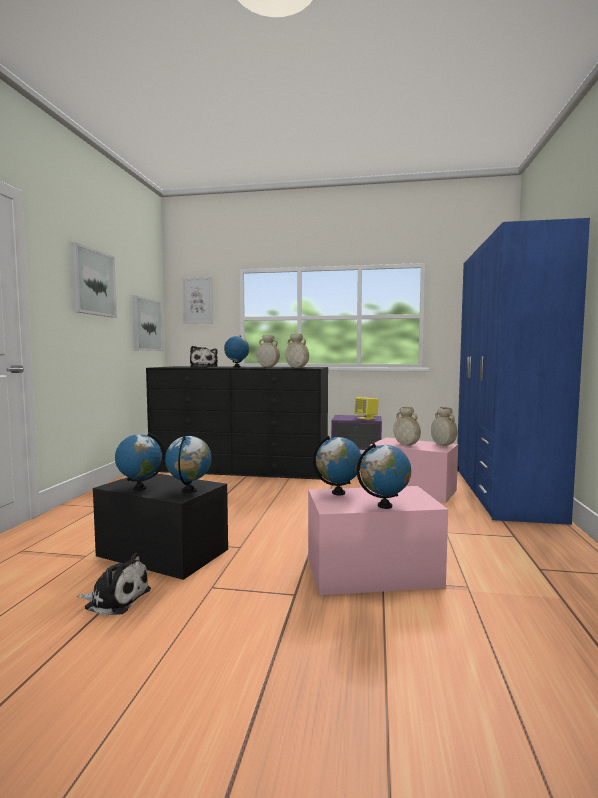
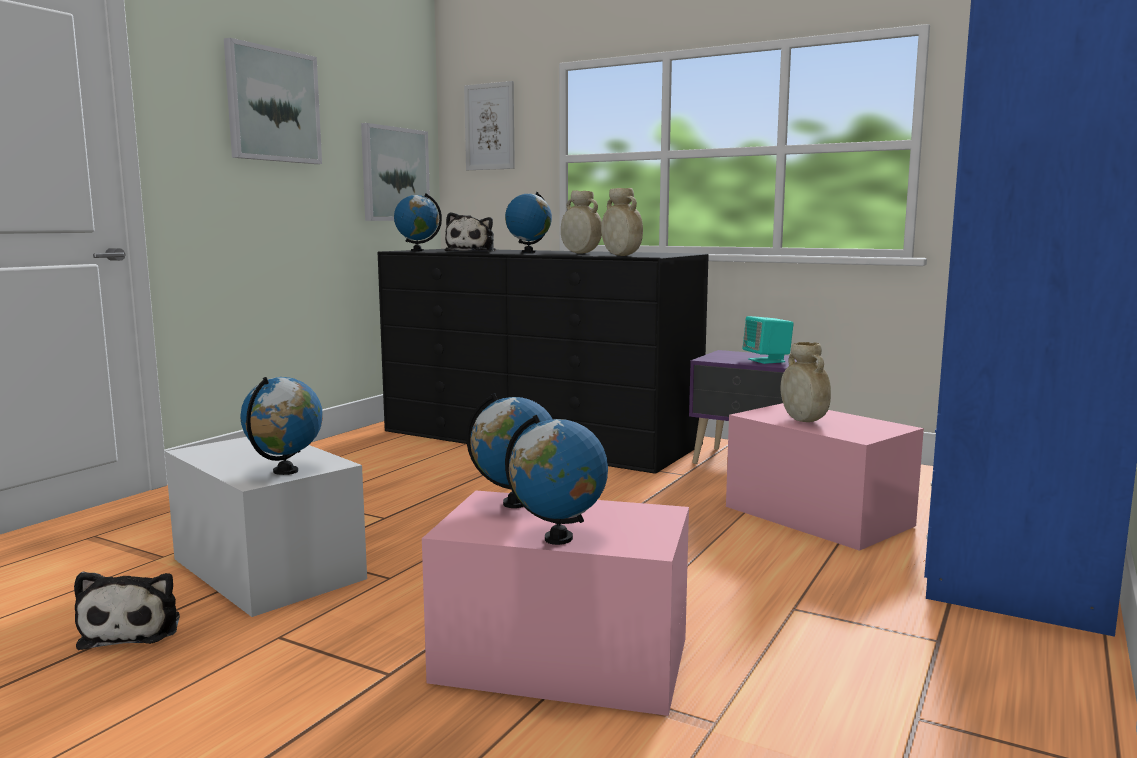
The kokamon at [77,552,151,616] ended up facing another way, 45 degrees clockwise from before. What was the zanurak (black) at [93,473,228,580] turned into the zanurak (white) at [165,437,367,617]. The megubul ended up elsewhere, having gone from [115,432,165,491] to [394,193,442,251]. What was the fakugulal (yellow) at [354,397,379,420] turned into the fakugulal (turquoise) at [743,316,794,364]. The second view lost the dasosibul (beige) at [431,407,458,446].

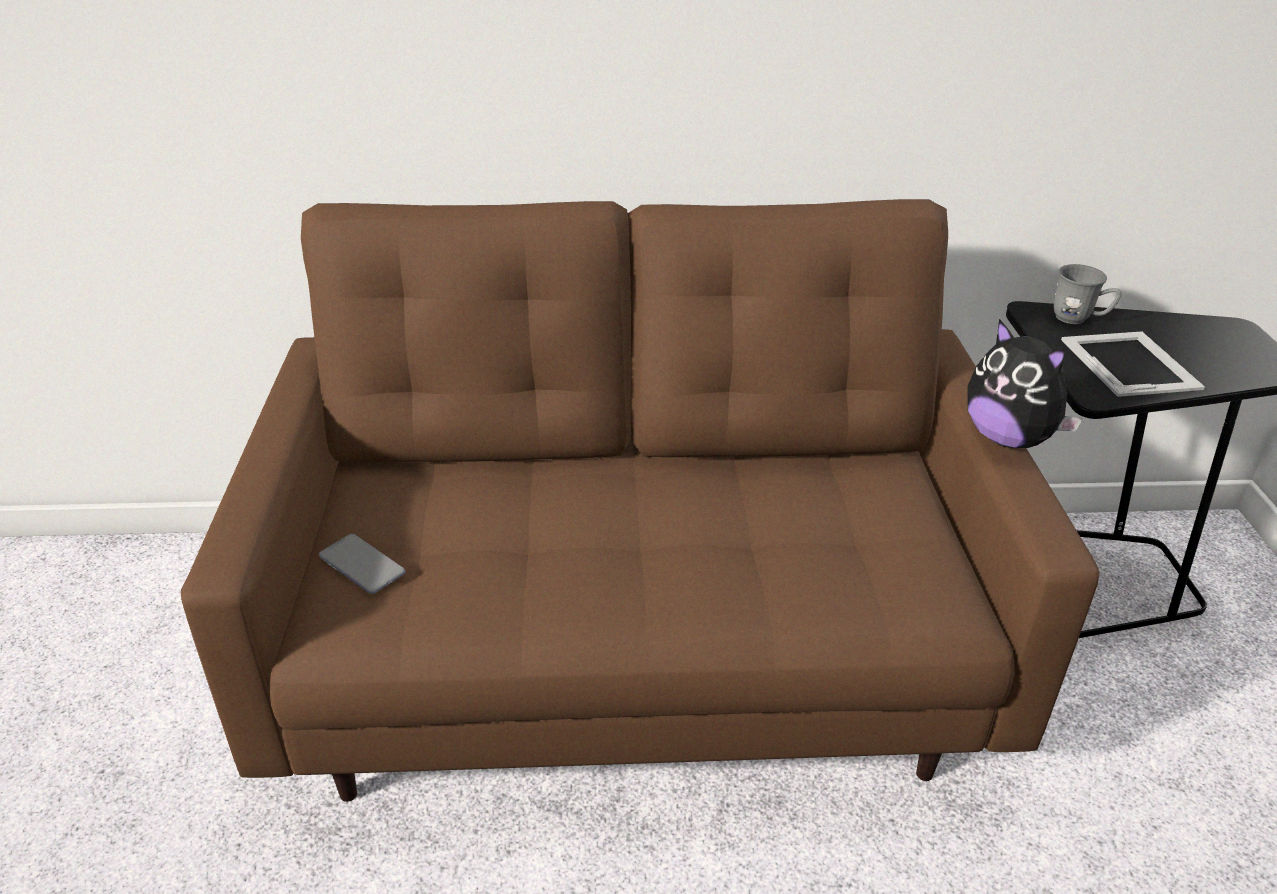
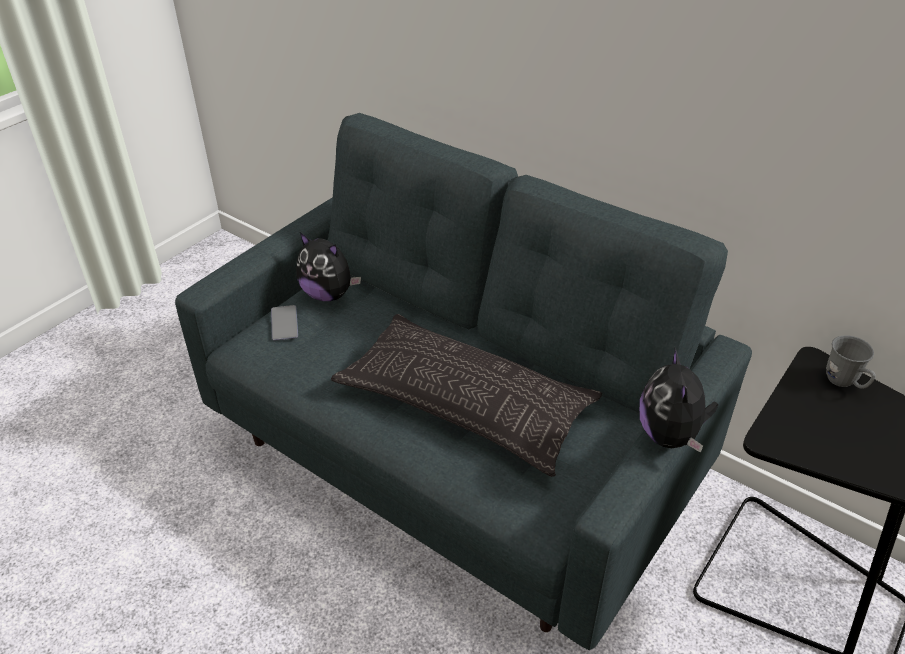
What was the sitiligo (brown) at [181,199,1099,802] turned into the sitiligo (grey) at [175,113,752,650]. The second view lost the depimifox at [1061,331,1205,397]. The second view gained the kokamon at [296,233,361,301]. The second view gained the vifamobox at [331,314,602,477].

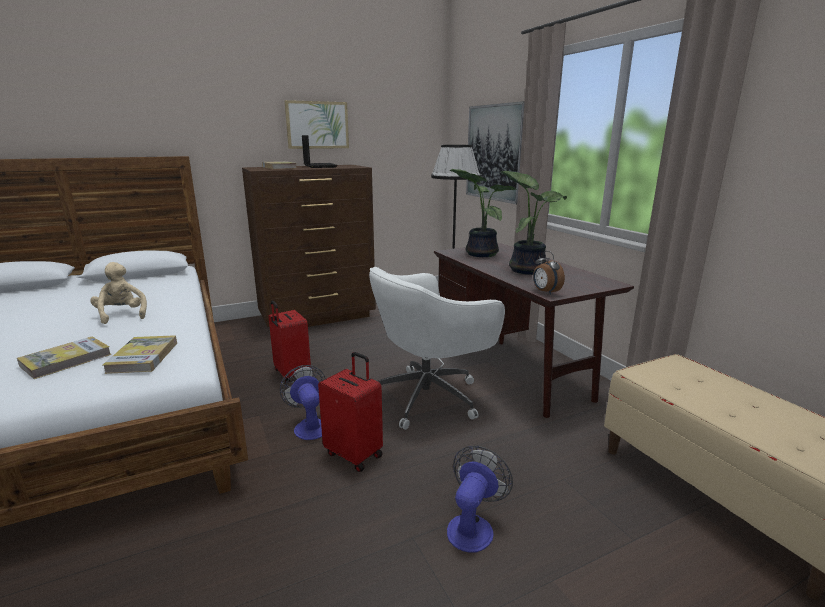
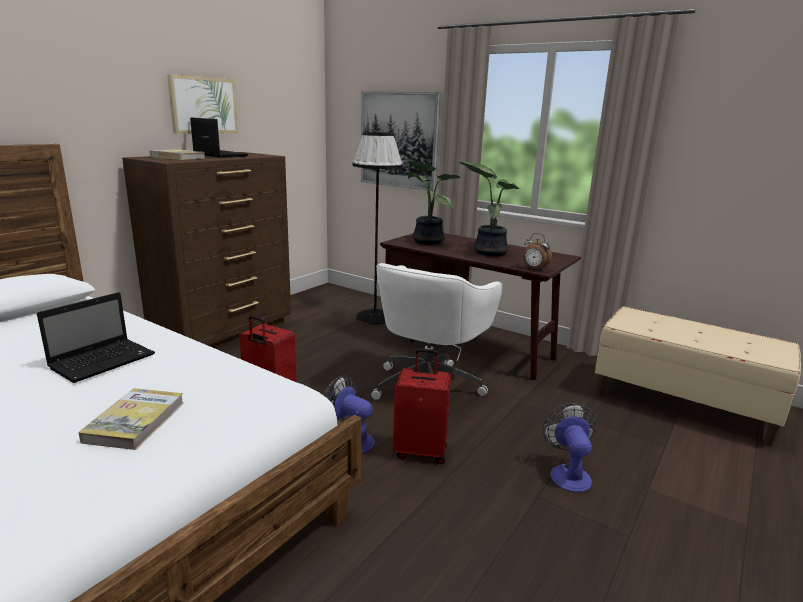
Where the kokamon (beige) stood at [90,262,147,324], the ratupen came to stand at [37,292,155,383]. The second view lost the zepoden at [103,335,177,374].

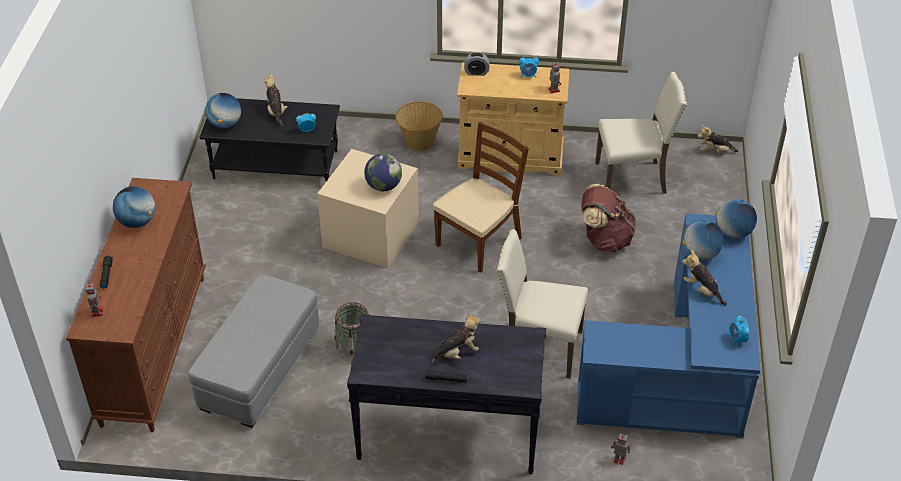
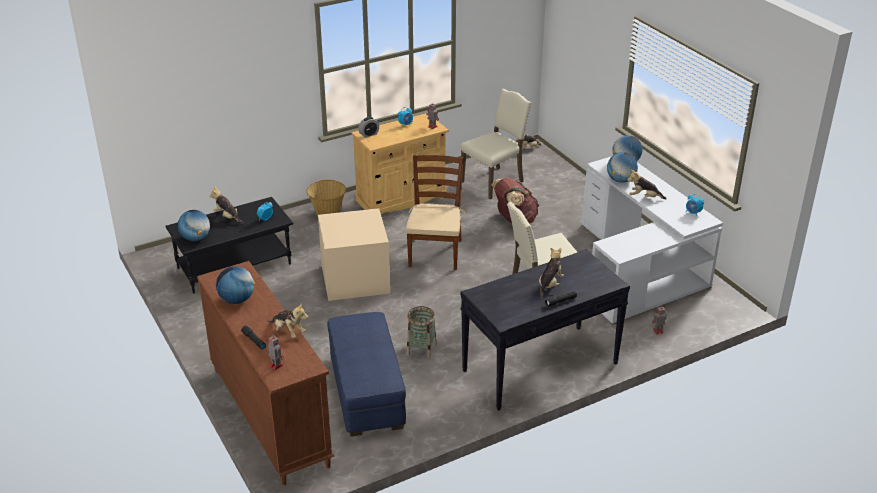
What was the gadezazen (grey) at [188,275,319,428] turned into the gadezazen (blue) at [327,312,406,437]. The second view lost the megubul at [364,154,402,191]. What was the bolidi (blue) at [576,213,761,438] turned into the bolidi (white) at [581,156,723,325]. The second view gained the kokamon at [269,303,308,338].

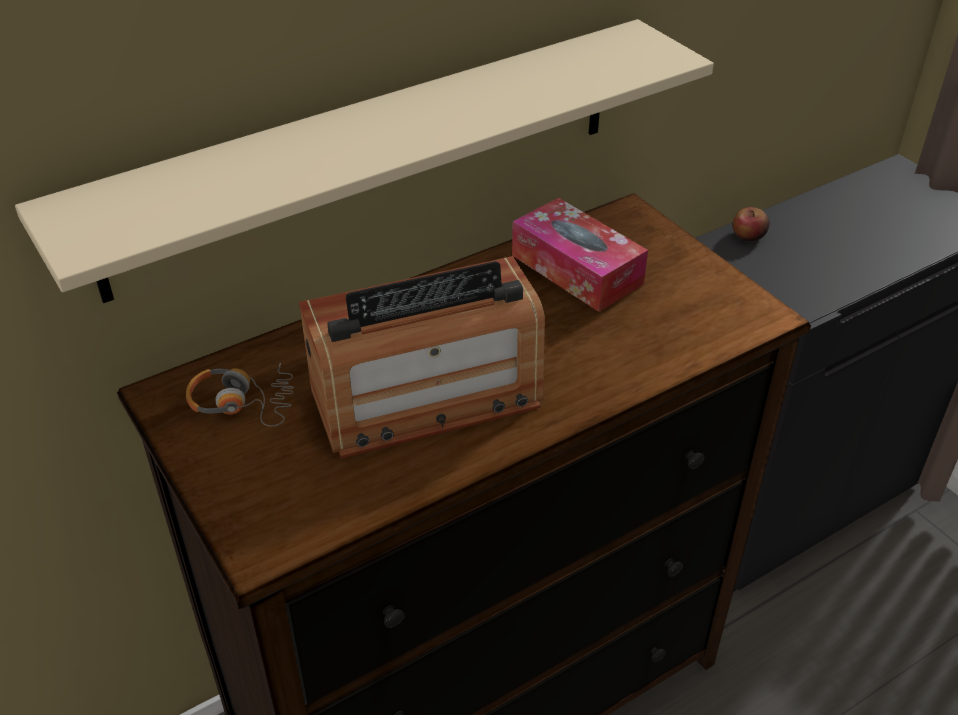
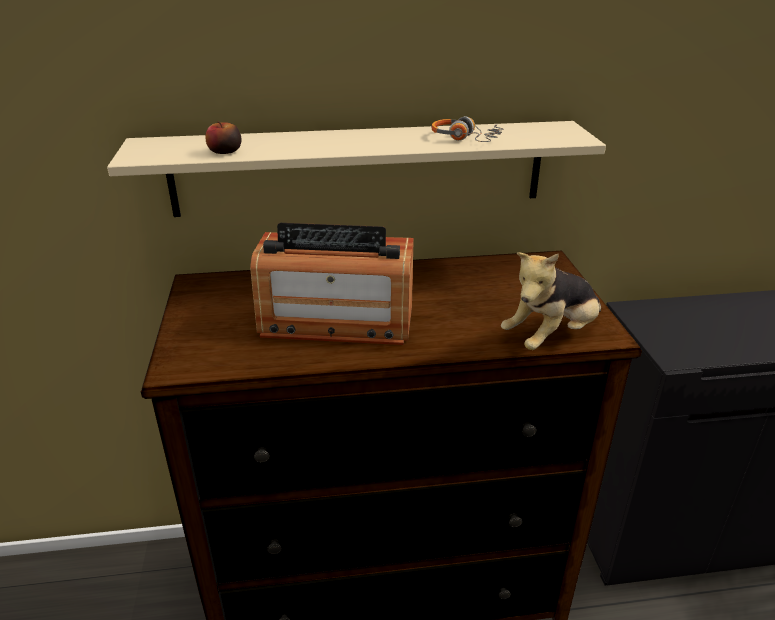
The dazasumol ended up elsewhere, having gone from [186,363,294,427] to [432,116,503,142]. The second view lost the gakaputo at [512,198,648,312]. The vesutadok ended up elsewhere, having gone from [733,207,770,241] to [205,121,242,154]. The second view gained the kokamon at [501,252,601,350].

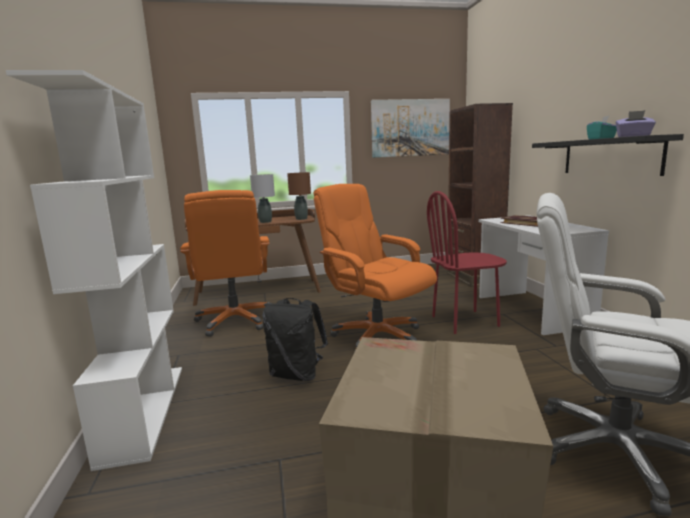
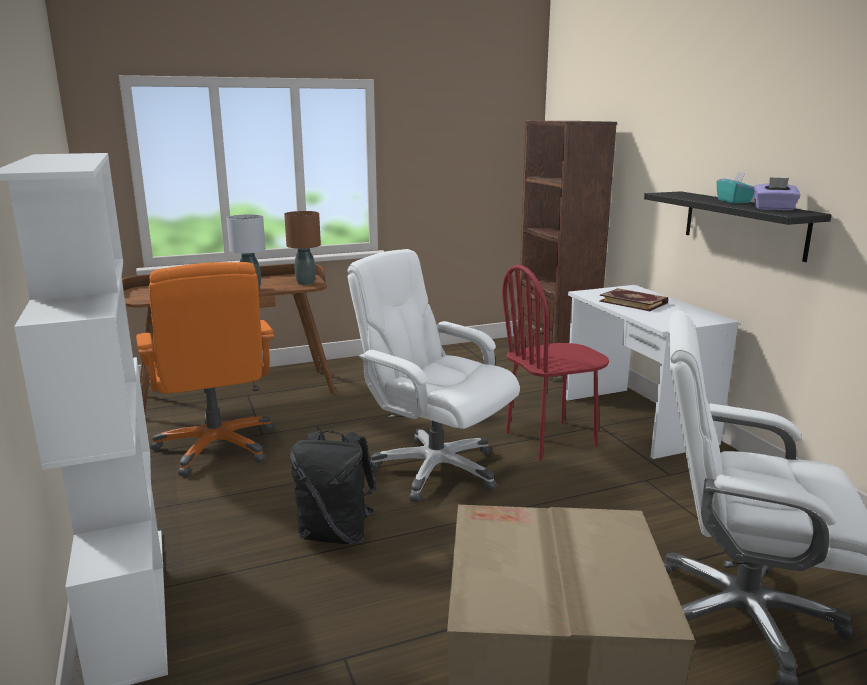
What was the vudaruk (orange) at [314,184,437,352] turned into the vudaruk (white) at [347,249,520,502]. The second view lost the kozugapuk at [371,99,450,158].

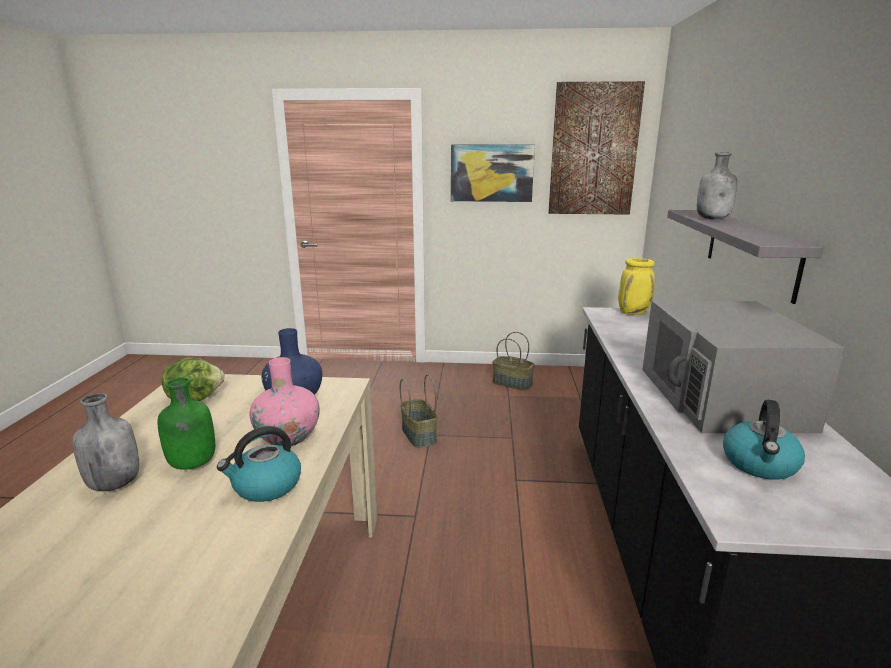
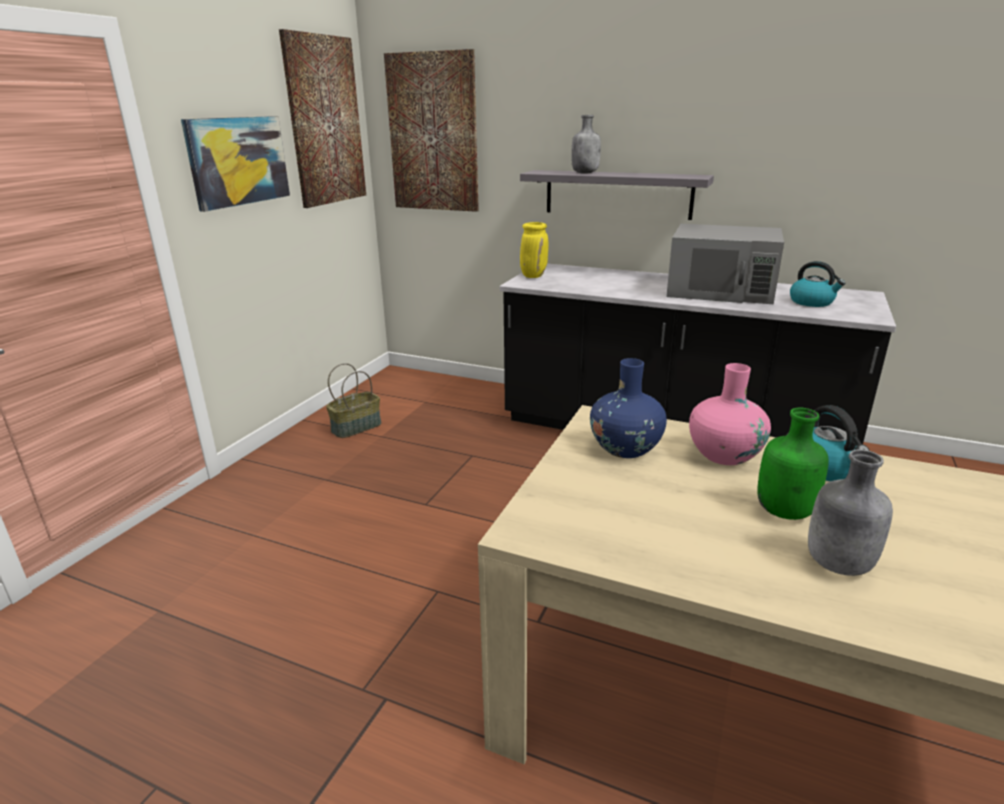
The second view lost the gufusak at [162,358,225,401]. The second view lost the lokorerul at [400,375,437,448]. The second view gained the kozugapuk at [384,49,479,212].

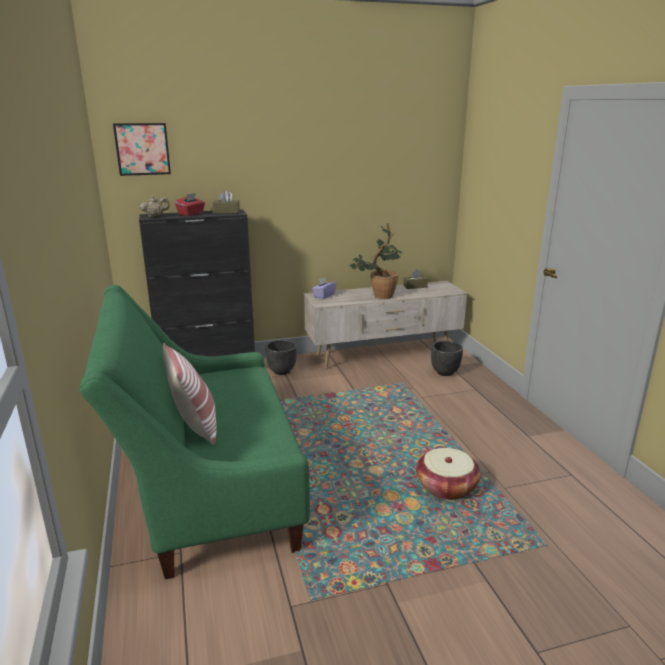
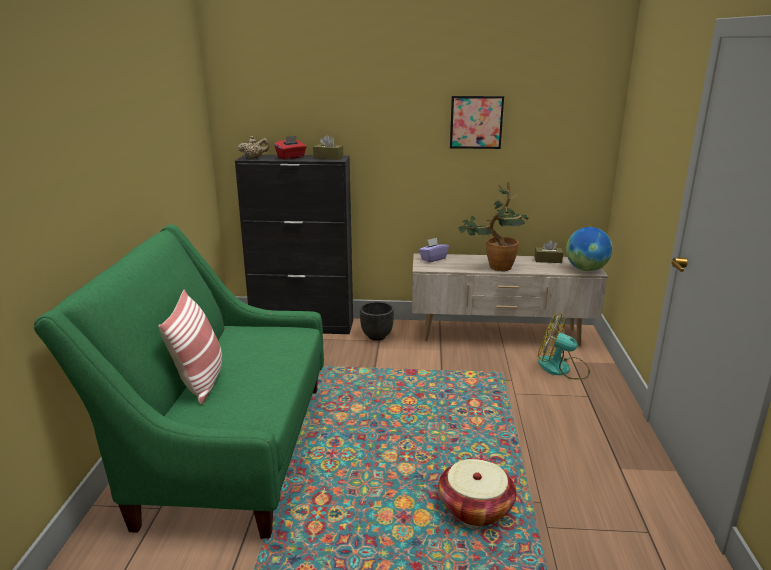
The kozugapuk ended up elsewhere, having gone from [113,123,171,176] to [450,96,504,149]. Where the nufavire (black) stood at [431,341,463,376], the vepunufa came to stand at [538,313,590,380]. The second view gained the megubul at [566,227,612,271].

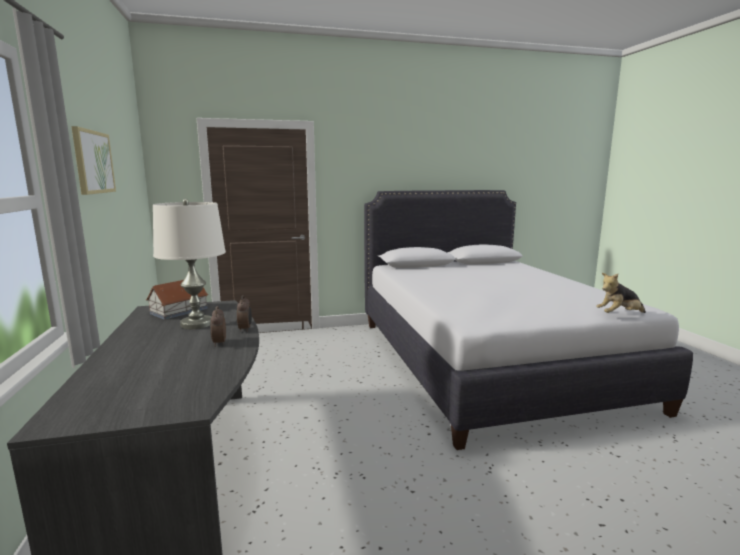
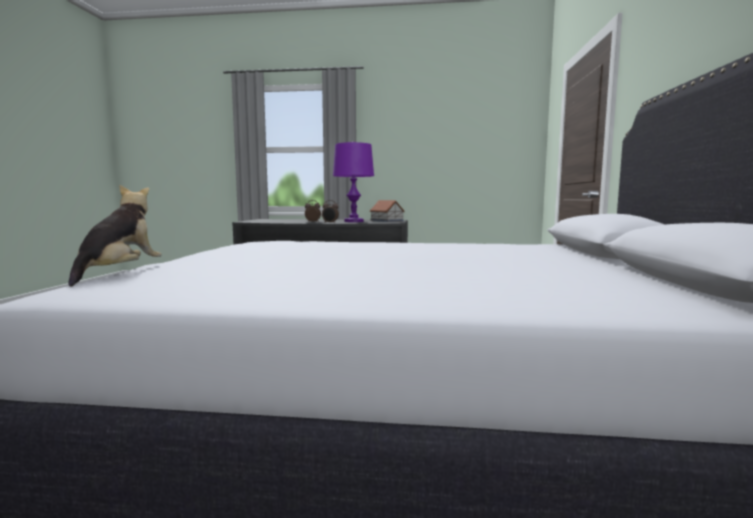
The second view lost the kozugapuk at [71,126,116,195]. What was the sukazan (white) at [153,199,226,329] turned into the sukazan (purple) at [333,142,374,222].

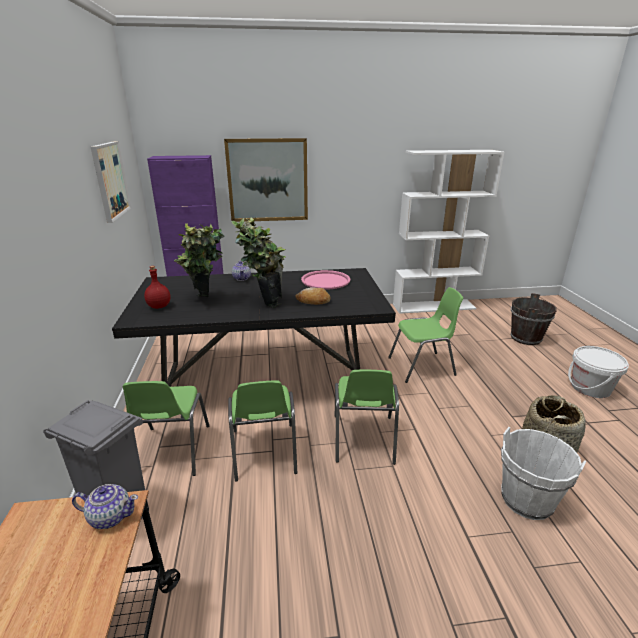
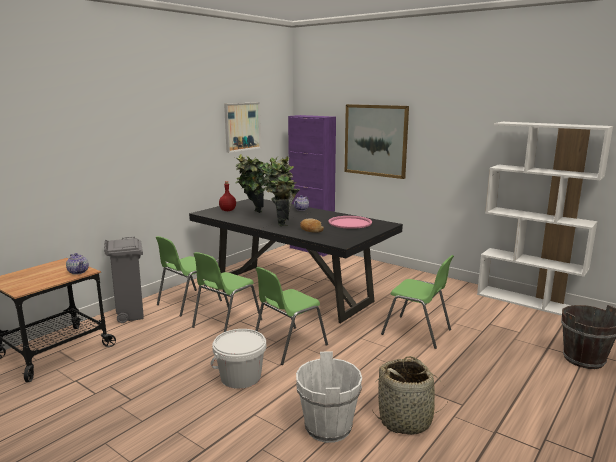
The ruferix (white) ended up elsewhere, having gone from [568,346,629,398] to [211,329,266,389].

